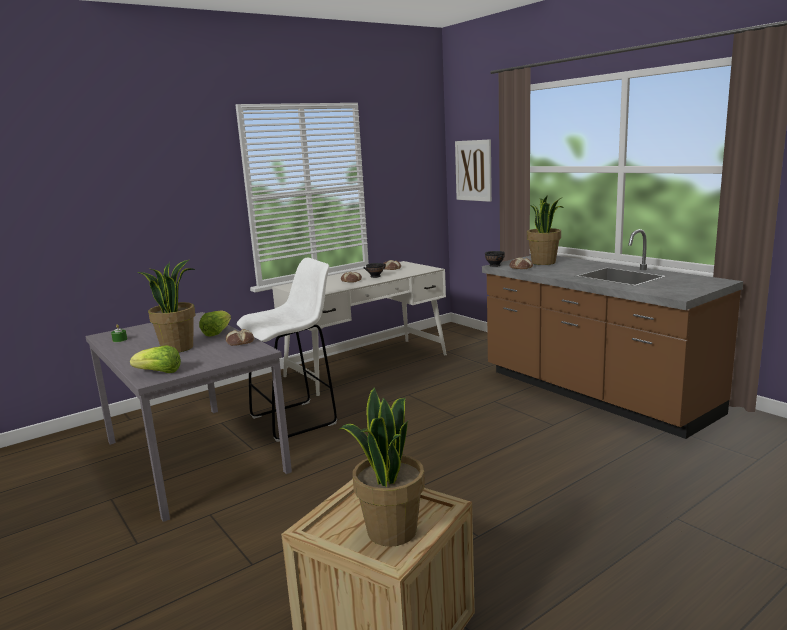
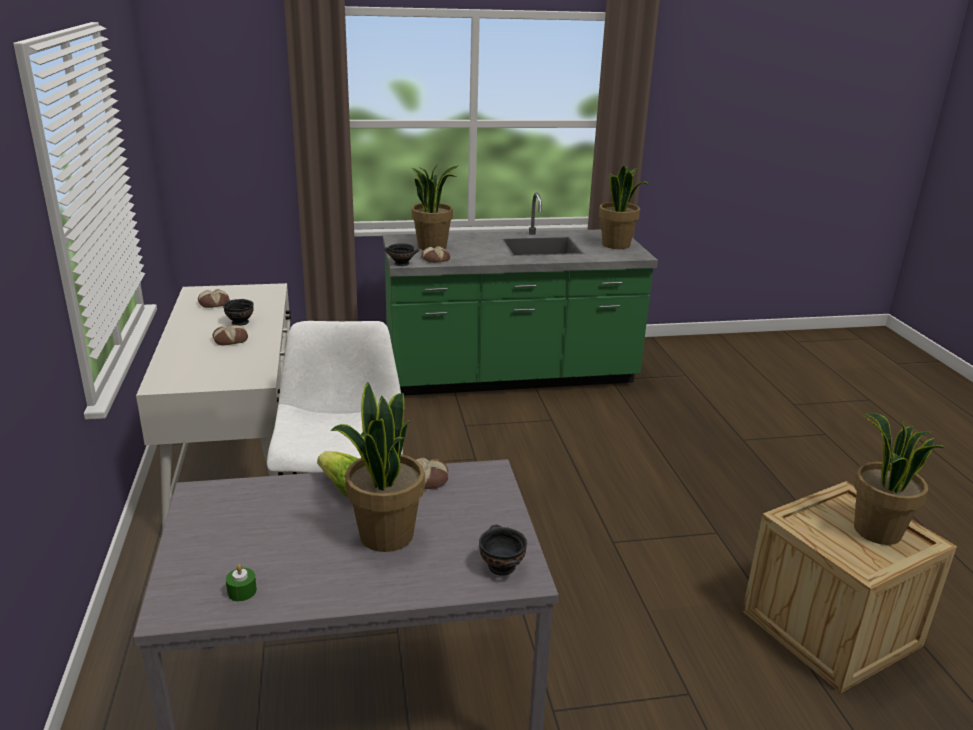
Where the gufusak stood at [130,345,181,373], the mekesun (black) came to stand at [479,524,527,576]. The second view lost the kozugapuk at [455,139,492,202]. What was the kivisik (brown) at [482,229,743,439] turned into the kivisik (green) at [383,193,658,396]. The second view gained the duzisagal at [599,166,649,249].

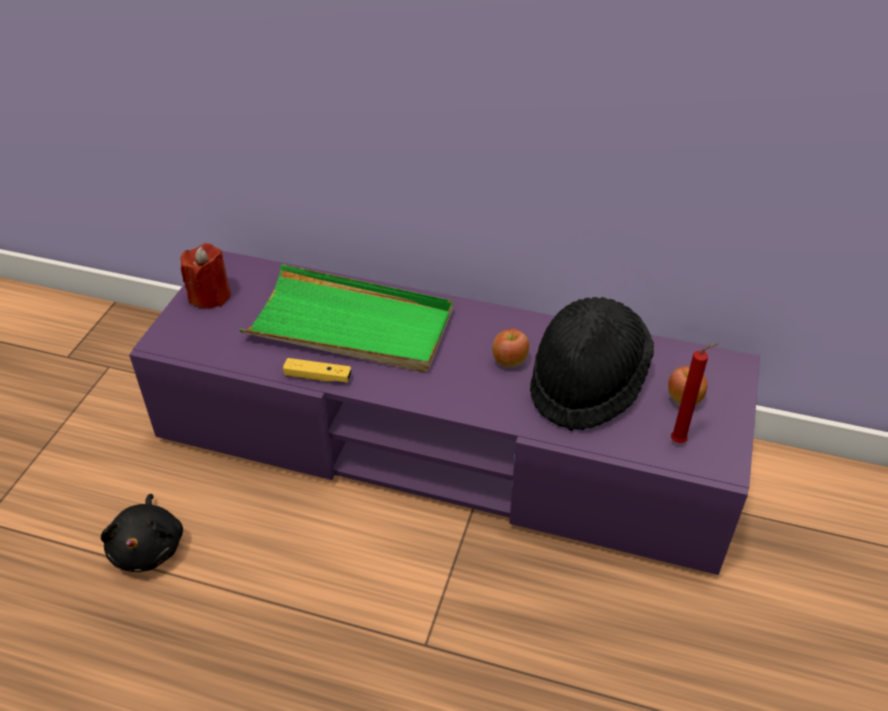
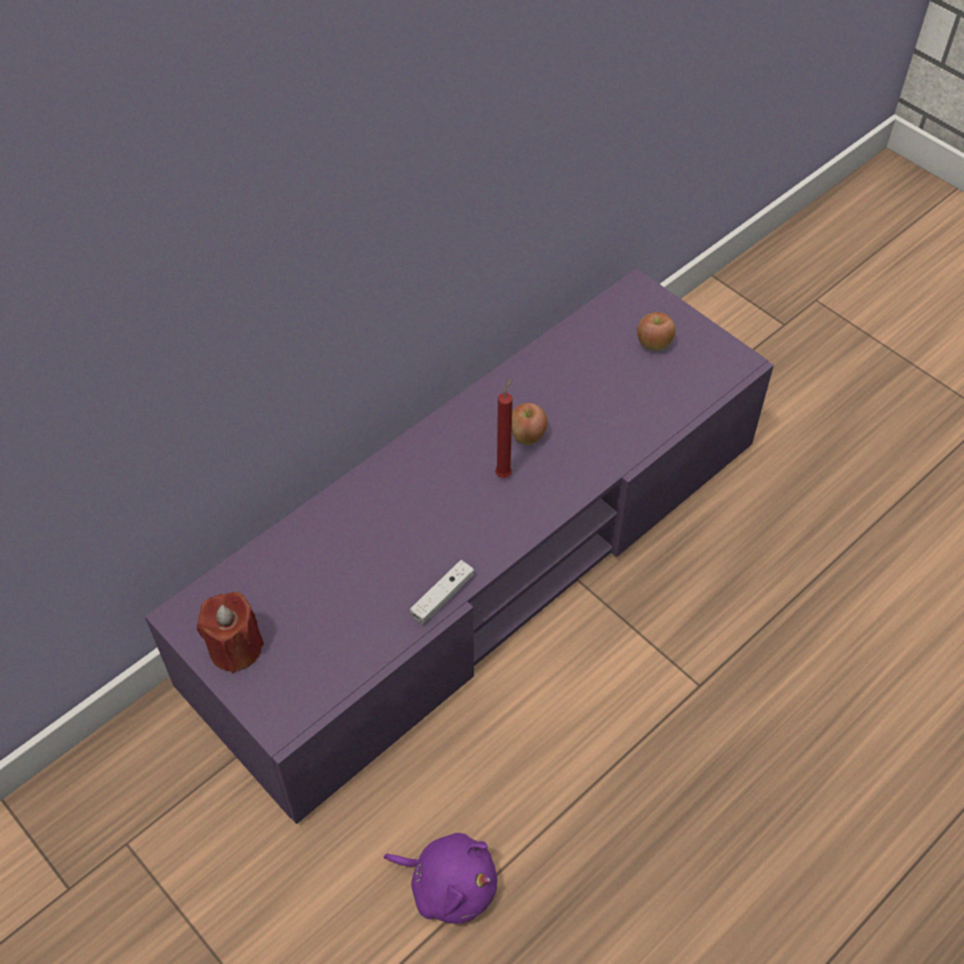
What was the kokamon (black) at [101,494,183,572] turned into the kokamon (purple) at [384,833,497,924]. The second view lost the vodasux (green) at [239,264,453,372]. What was the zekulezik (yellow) at [283,358,352,382] turned into the zekulezik (white) at [410,560,474,624]. The second view lost the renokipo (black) at [530,297,654,431]. The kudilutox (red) ended up elsewhere, having gone from [671,343,719,443] to [495,378,513,478].

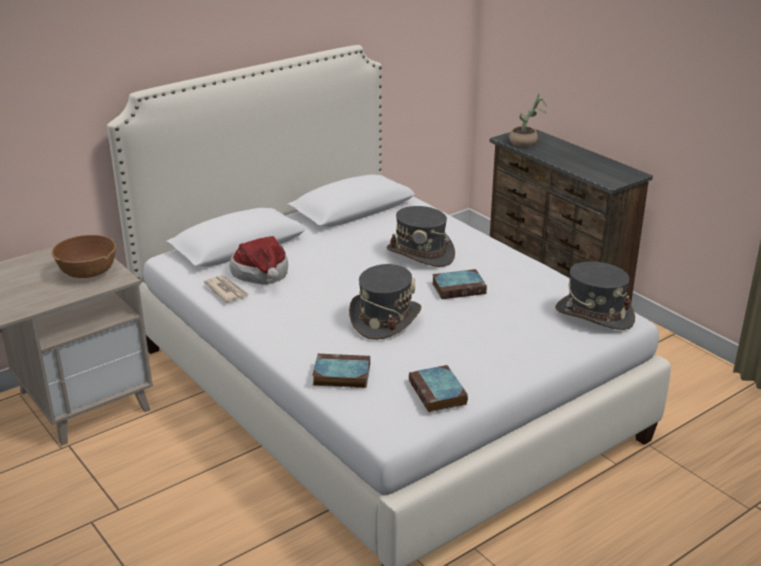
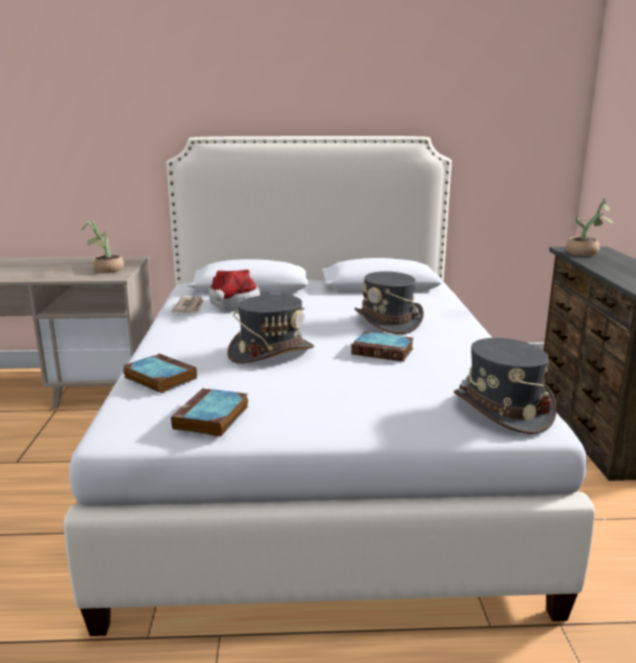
Where the mekesun (brown) stood at [52,235,116,278], the duzisagal came to stand at [82,220,124,273].

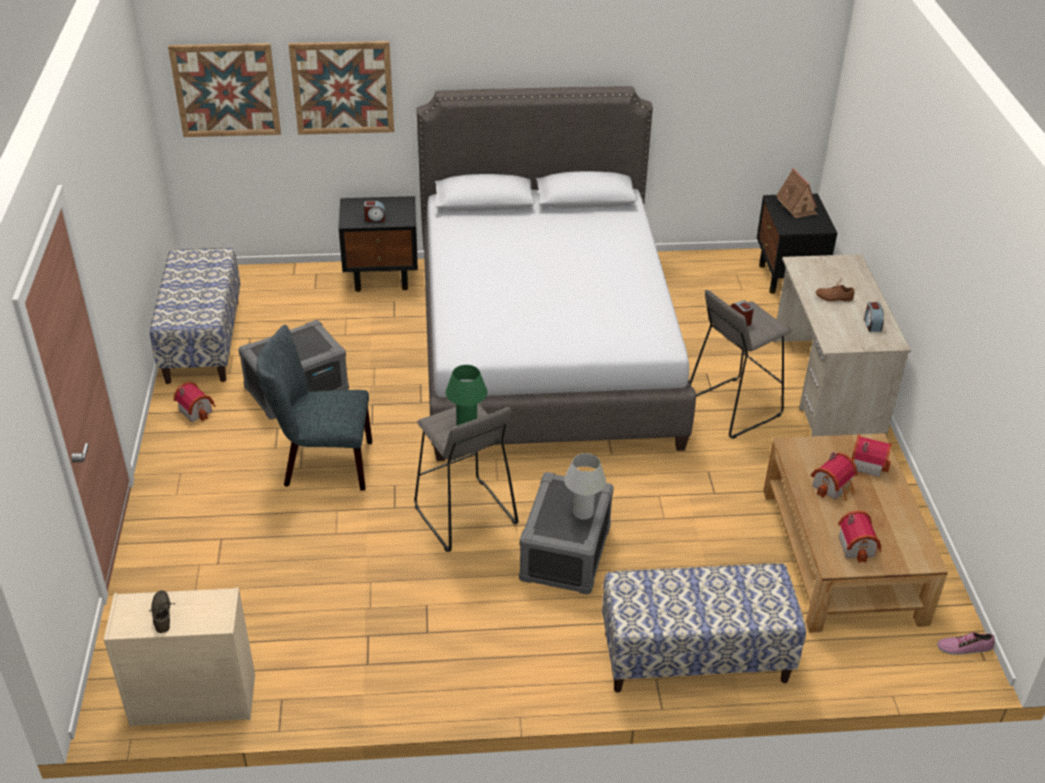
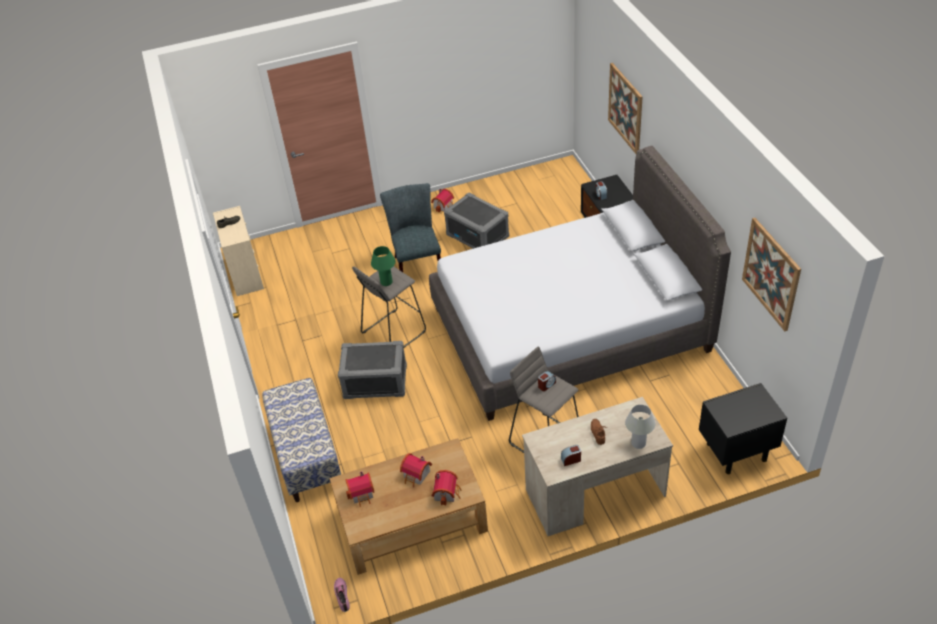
The second view lost the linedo at [150,248,240,384]. The kozugapuk ended up elsewhere, having gone from [168,43,281,137] to [742,218,801,331]. The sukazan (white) ended up elsewhere, having gone from [564,453,606,520] to [625,405,655,449]. The second view lost the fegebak at [776,168,818,218].

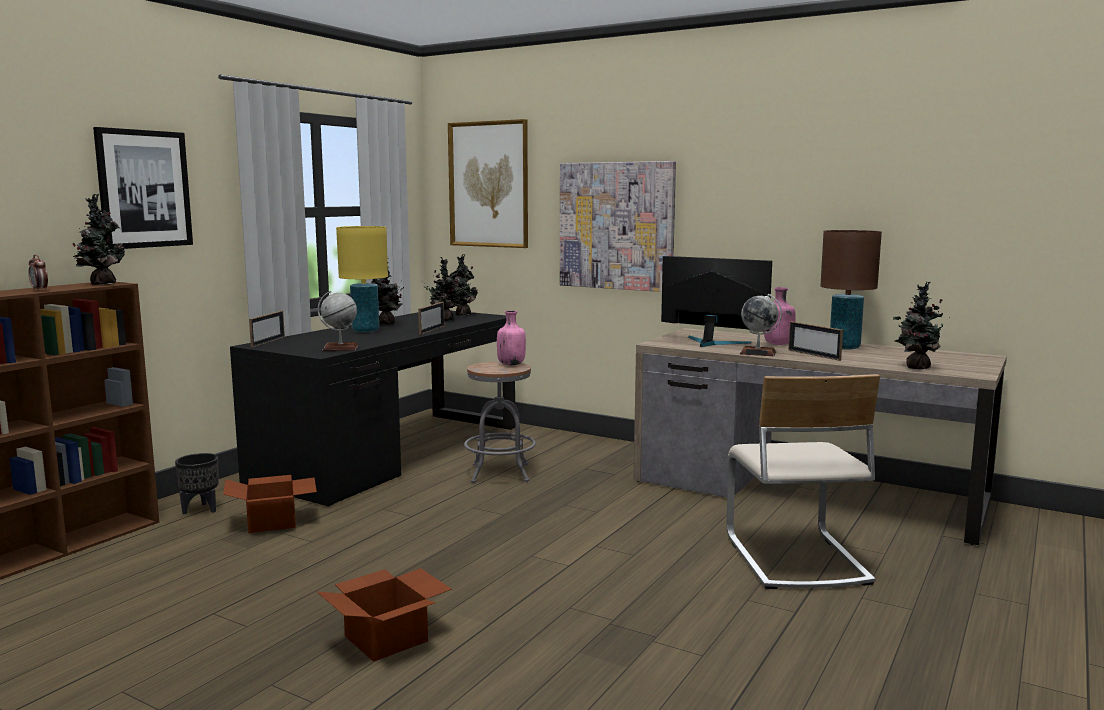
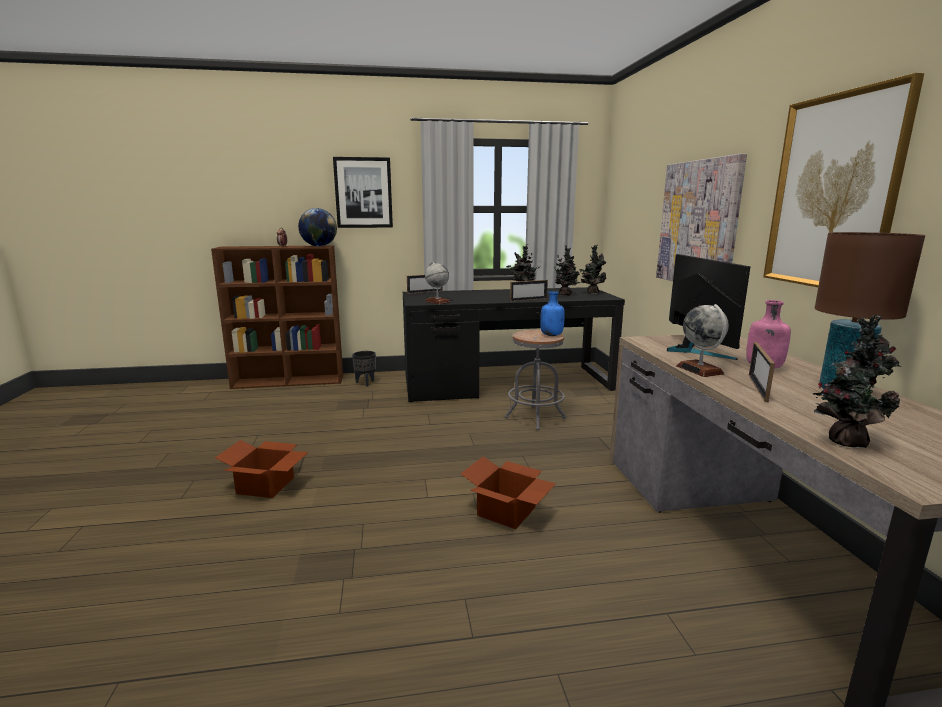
Where the duzisagal stood at [73,194,125,285], the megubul came to stand at [298,208,337,246]. The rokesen ended up elsewhere, having gone from [223,475,317,533] to [461,456,556,529]. The second view lost the sukazan (yellow) at [336,226,388,332]. The kozugapuk ended up elsewhere, having gone from [448,119,528,248] to [763,73,924,287]. What was the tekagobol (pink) at [497,310,526,365] turned into the tekagobol (blue) at [540,291,565,336]. The second view lost the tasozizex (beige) at [727,374,880,589].

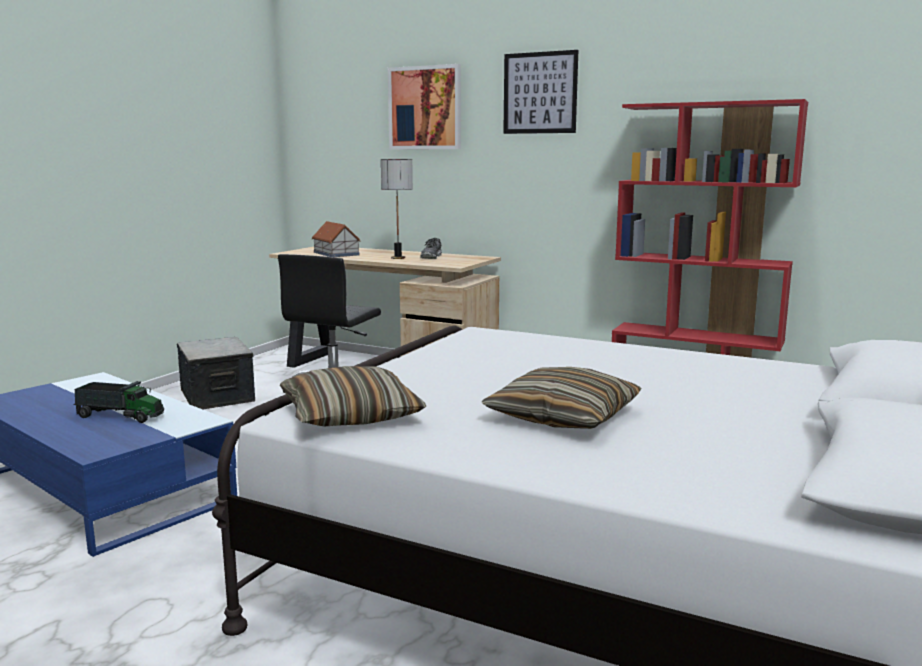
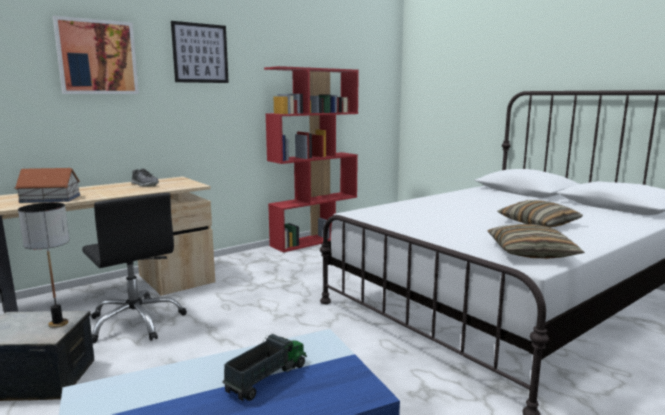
The sukazan ended up elsewhere, having gone from [381,159,413,259] to [18,203,70,328].

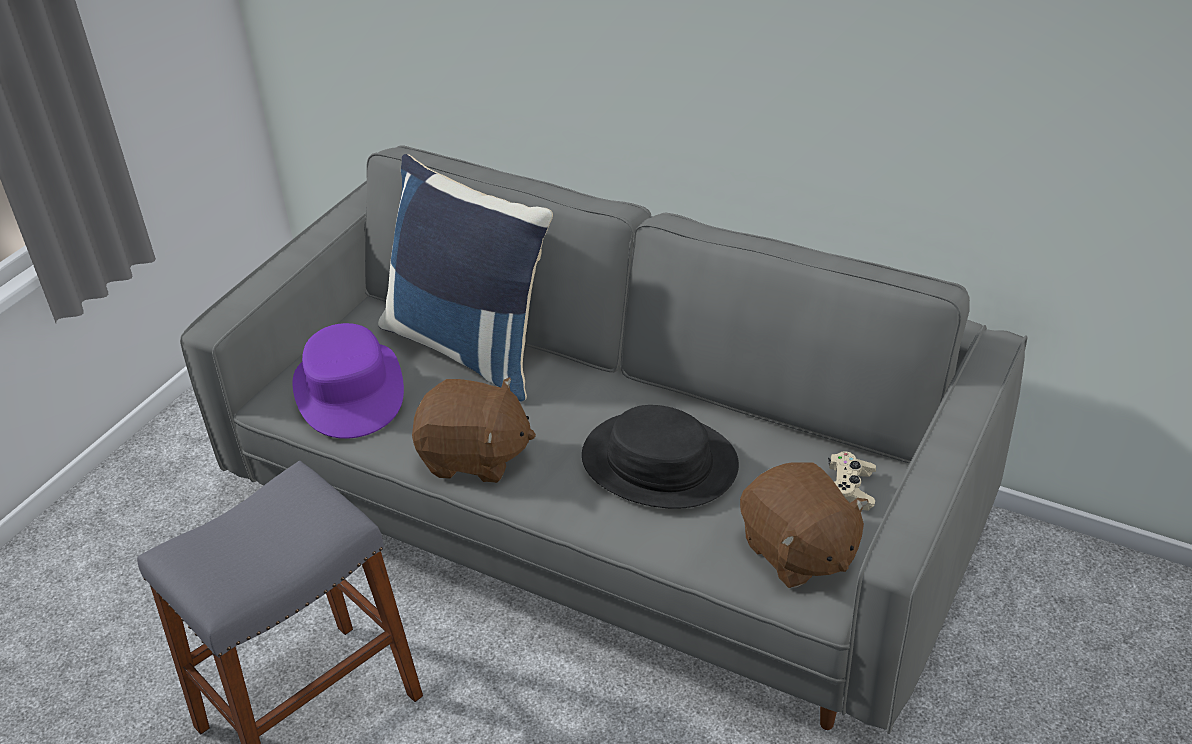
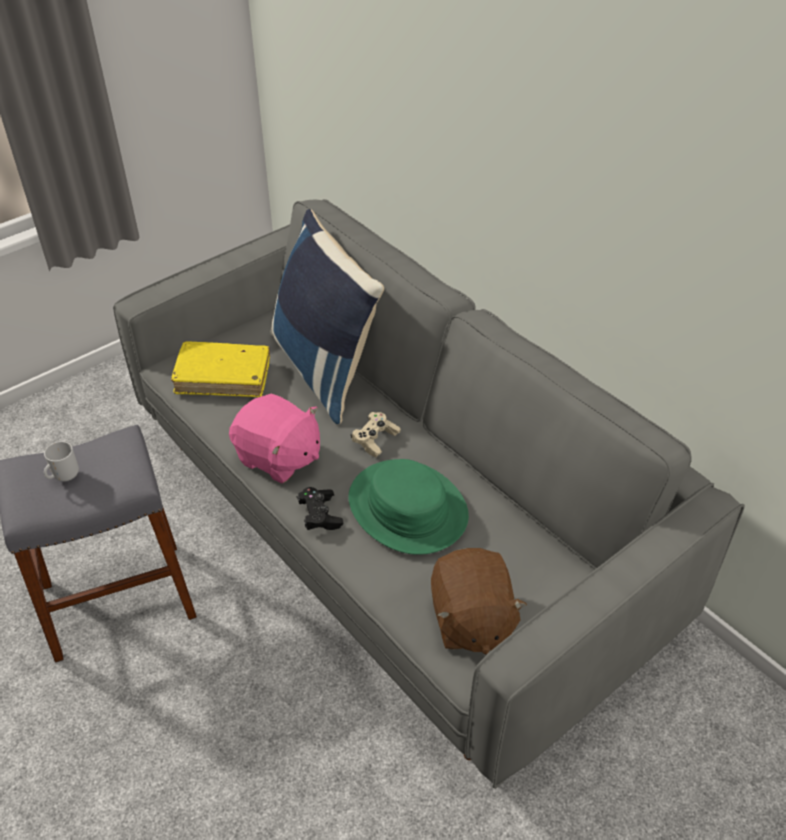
Where the renokipo (purple) stood at [292,323,404,439], the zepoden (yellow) came to stand at [171,341,270,397]. What was the kokamon (brown) at [412,377,536,483] turned into the kokamon (pink) at [229,394,320,483]. What was the renokipo (black) at [582,405,739,509] turned into the renokipo (green) at [348,459,469,555]. The zekulezik (beige) ended up elsewhere, having gone from [828,451,876,511] to [351,412,401,457]. The second view gained the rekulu at [44,441,79,481]. The second view gained the zekulezik (black) at [296,487,343,530].

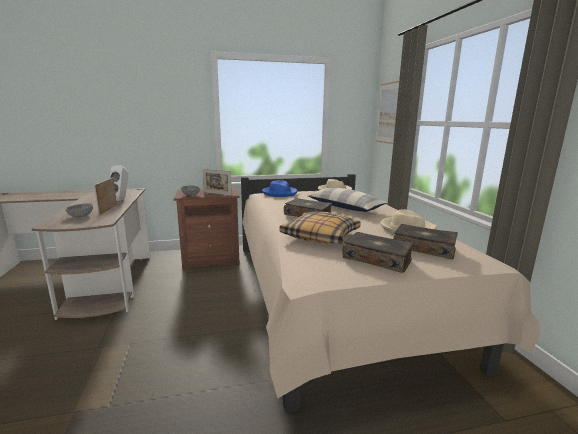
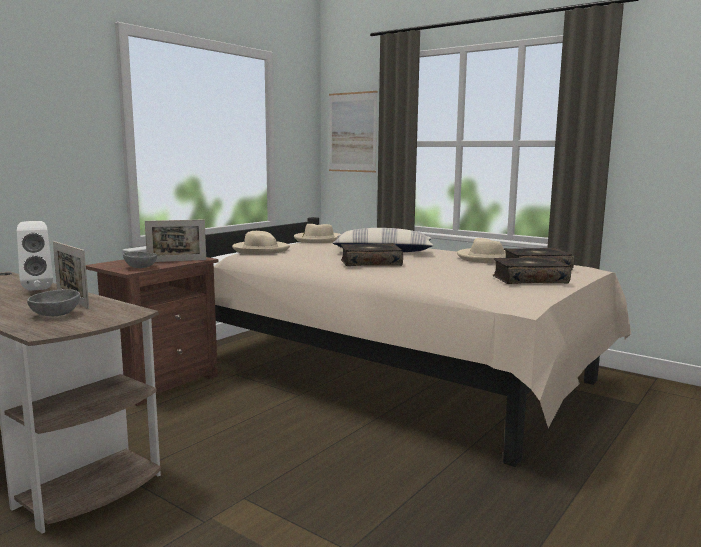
What was the renokipo (blue) at [262,180,297,197] turned into the renokipo (beige) at [232,231,290,254]. The second view lost the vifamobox at [279,212,361,244].

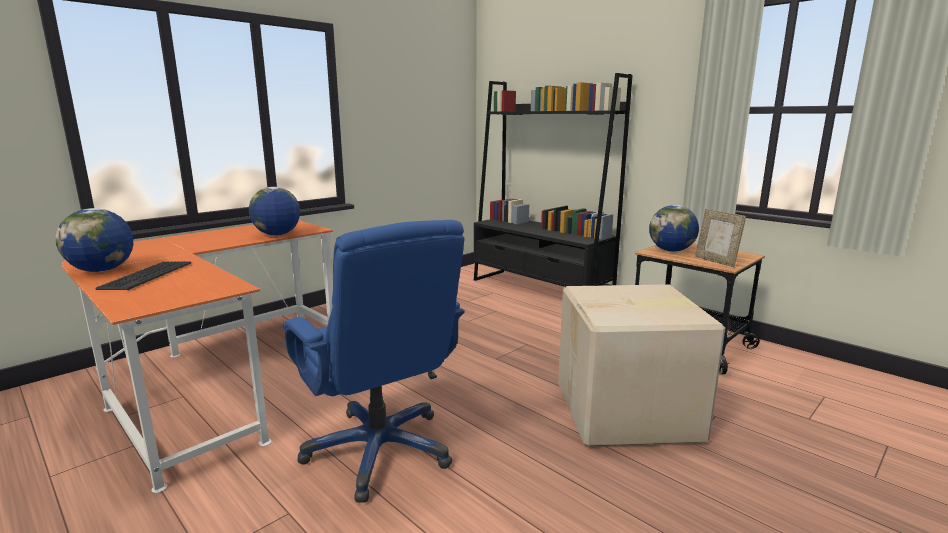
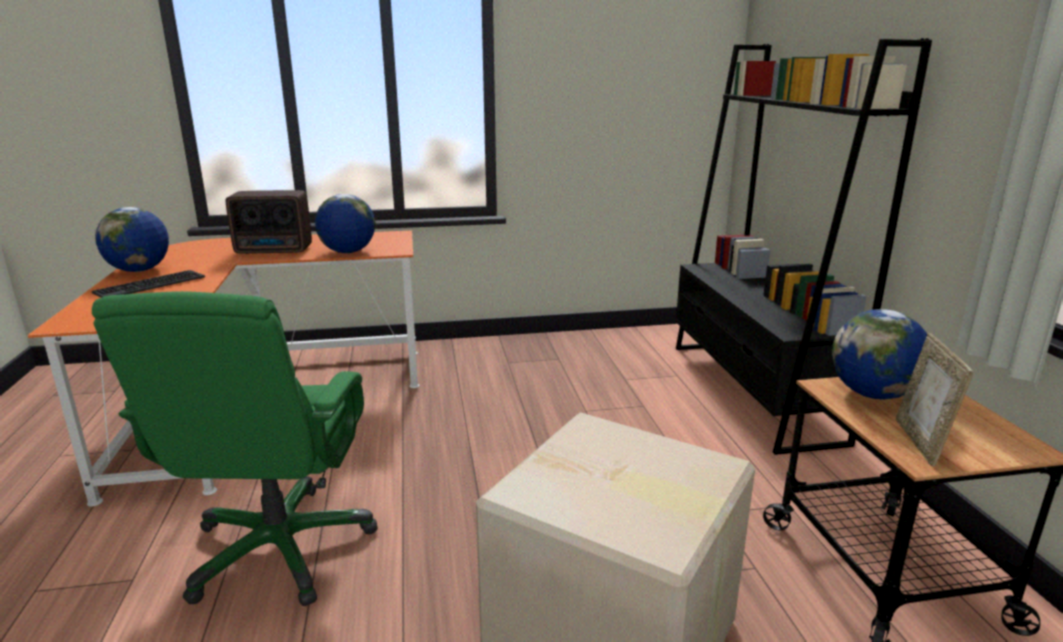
What was the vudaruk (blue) at [284,220,465,503] turned into the vudaruk (green) at [92,291,378,606]. The second view gained the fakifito at [226,190,312,254].

